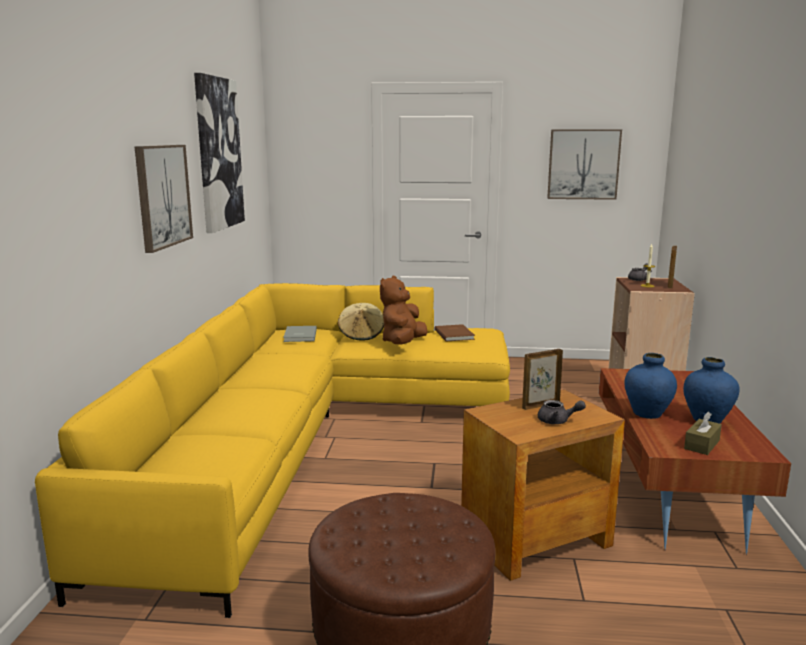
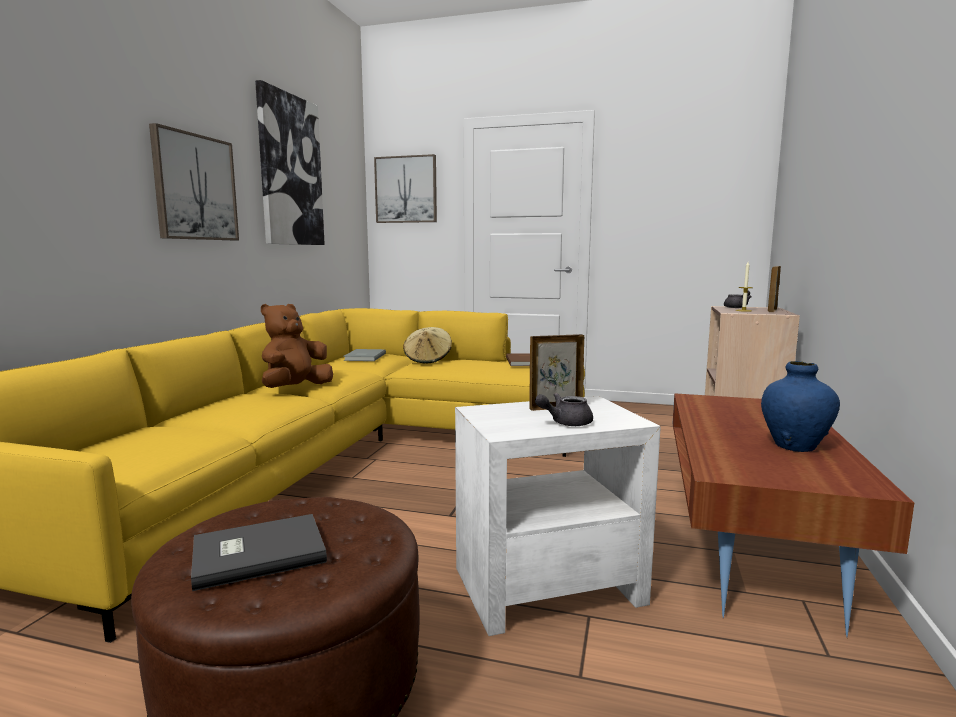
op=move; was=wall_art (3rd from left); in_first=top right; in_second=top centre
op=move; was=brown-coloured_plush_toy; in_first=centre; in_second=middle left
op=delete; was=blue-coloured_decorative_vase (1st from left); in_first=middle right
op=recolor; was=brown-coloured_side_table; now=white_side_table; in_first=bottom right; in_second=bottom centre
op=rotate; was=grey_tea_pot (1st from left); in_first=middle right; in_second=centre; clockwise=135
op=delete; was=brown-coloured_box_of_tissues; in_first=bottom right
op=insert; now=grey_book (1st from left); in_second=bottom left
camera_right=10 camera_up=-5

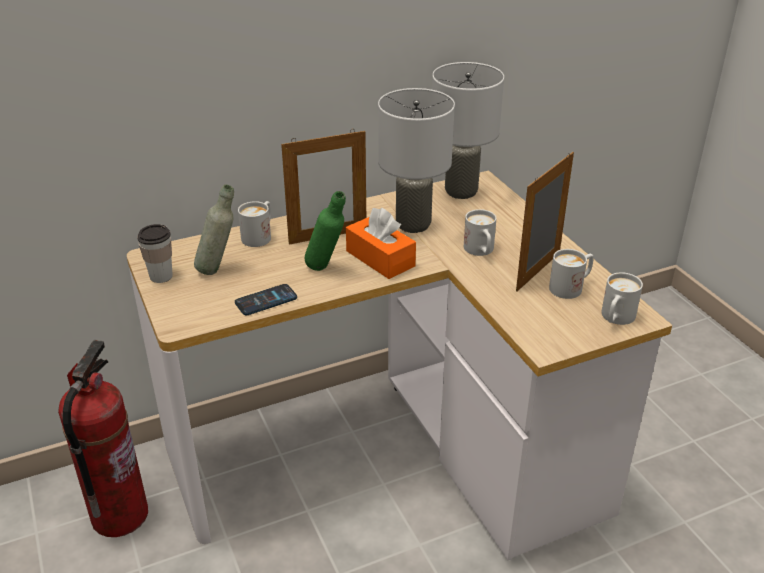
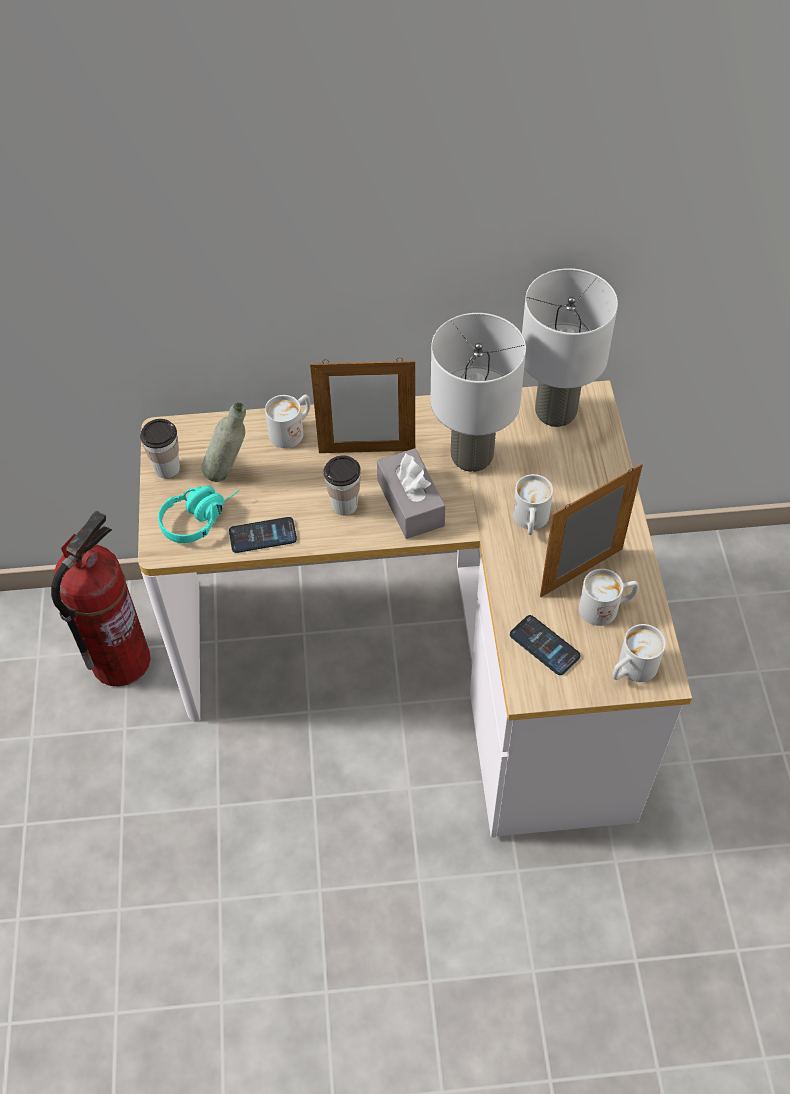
op=replace; was=green_beverage_bottle; now=small_cup (2nd from left); in_first=centre; in_second=centre
op=recolor; was=orange_box_of_tissues; now=grey_box_of_tissues; in_first=centre; in_second=centre
op=insert; now=blue-green_headset; in_second=middle left
op=insert; now=phone (2nd from left); in_second=middle right
camera_right=20 camera_up=20

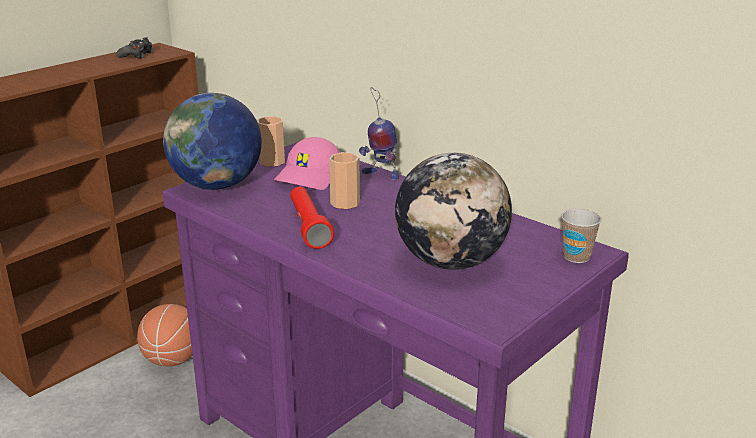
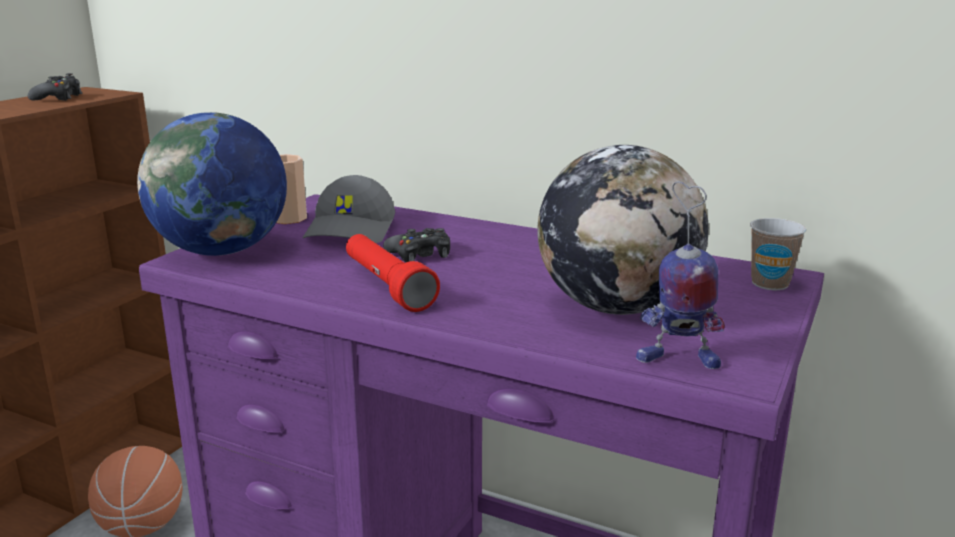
op=move; was=robot_figure; in_first=top centre; in_second=middle right
op=recolor; was=pink-coloured_peaked_cap; now=grey_peaked_cap; in_first=centre; in_second=centre
op=replace; was=small_cup (2nd from left); now=black_joypad (2nd from left); in_first=centre; in_second=centre
camera_right=-15 camera_up=-5

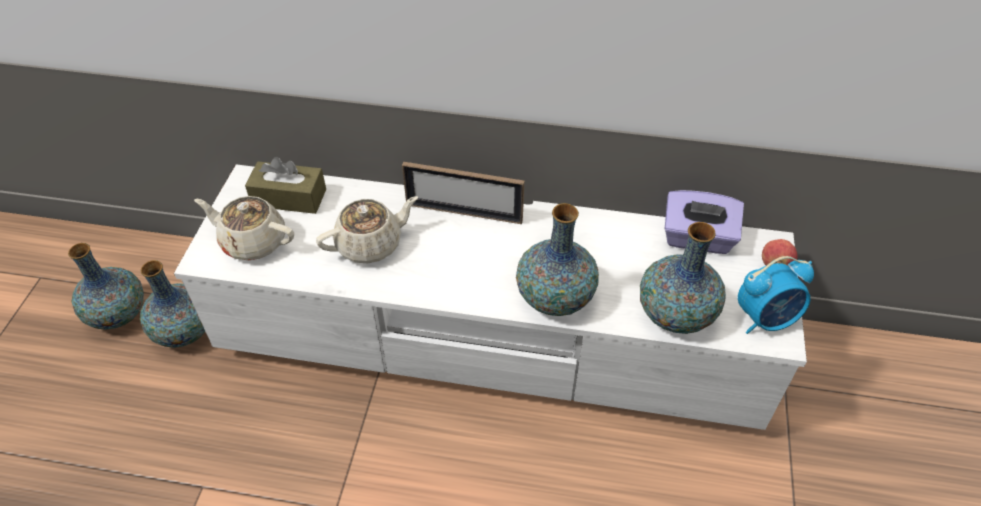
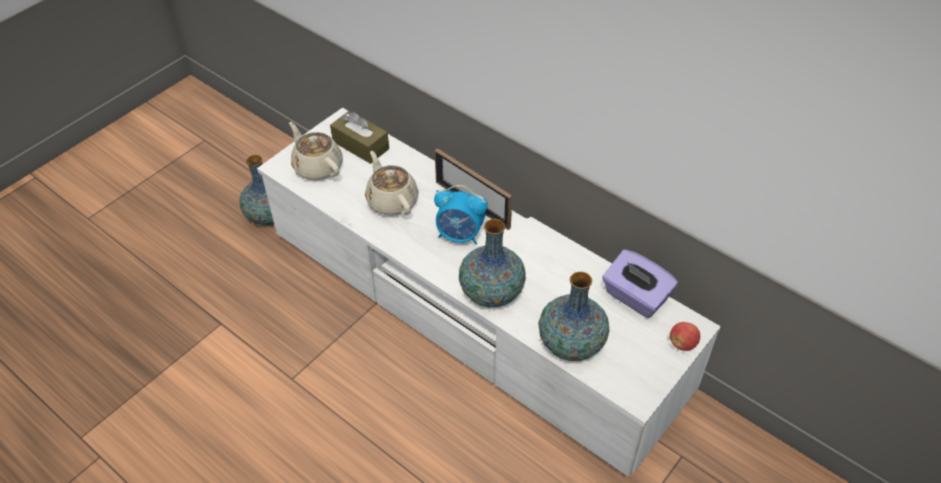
op=rotate; was=sand-coloured_tea_pot (2nd from left); in_first=centre; in_second=centre; clockwise=-120
op=delete; was=decorative_vase (1st from left); in_first=middle left
op=move; was=table_clock; in_first=middle right; in_second=centre
camera_right=30 camera_up=0

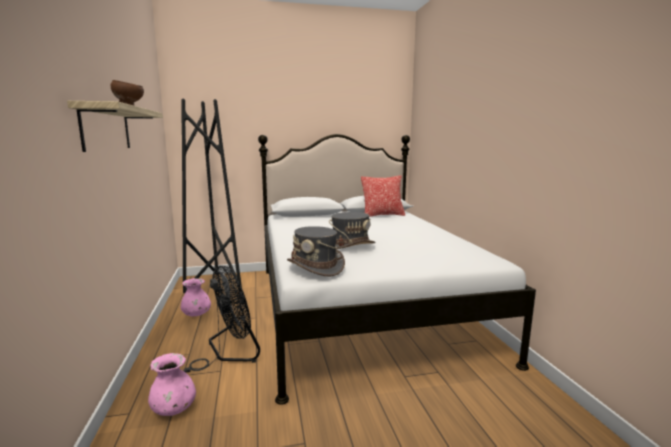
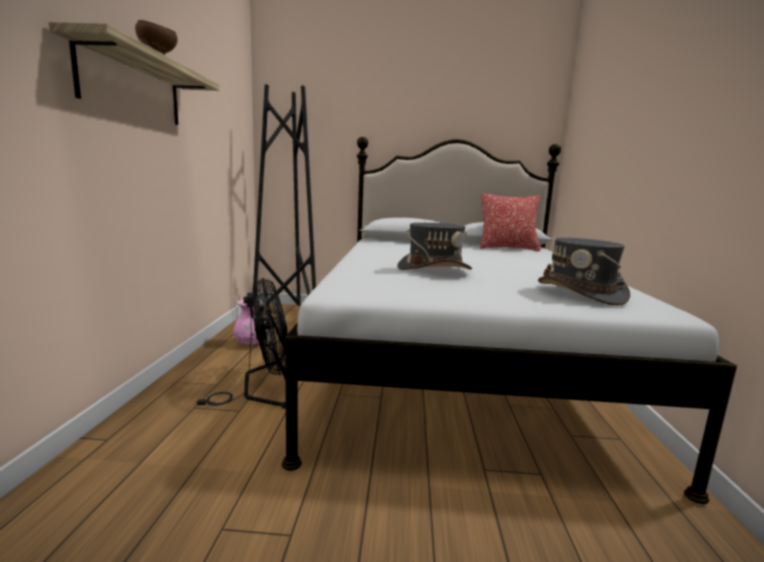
op=move; was=grey_clothing_hat (1st from left in the first image); now=grey_clothing_hat (2nd from left); in_first=centre; in_second=middle right
op=delete; was=pink-coloured_decorative_vase (1st from left); in_first=bottom left
camera_right=15 camera_up=0

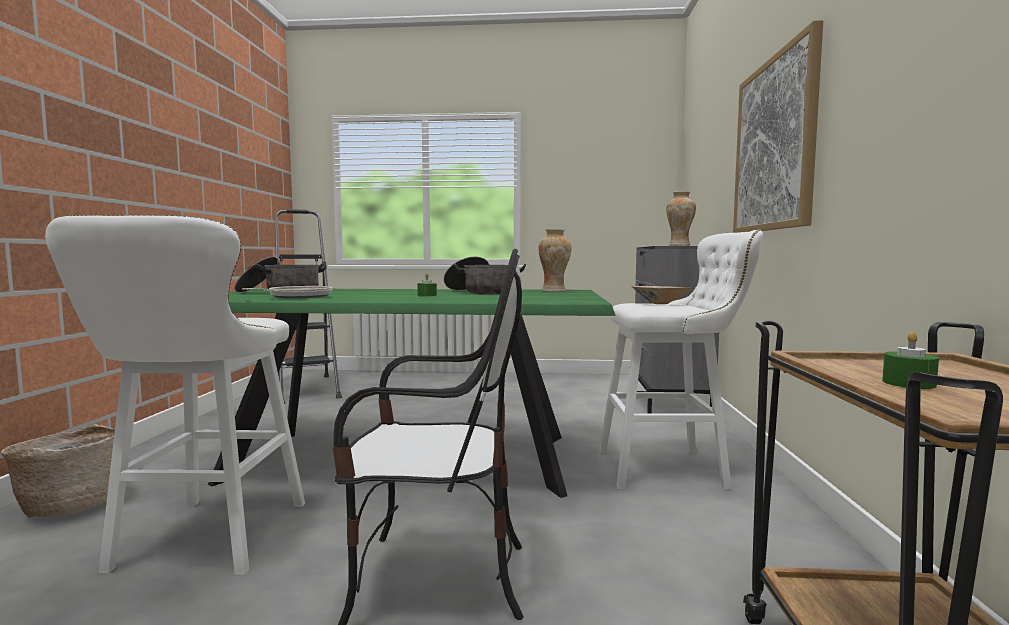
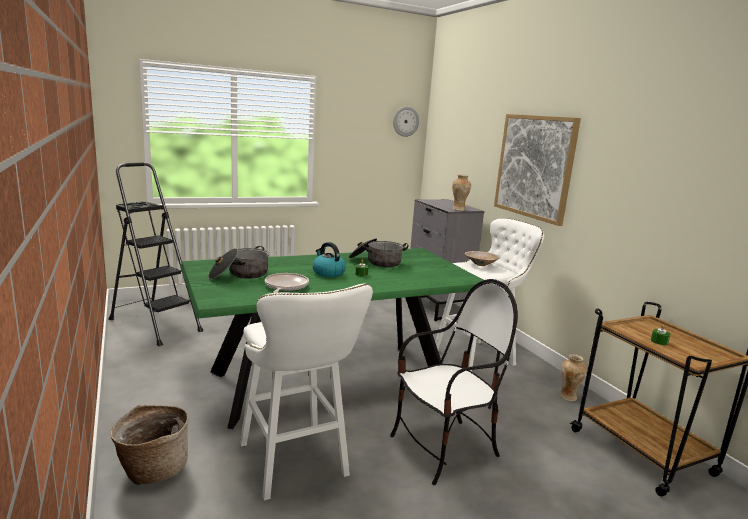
op=move; was=decorative_vase (1st from left in the first image); now=decorative_vase (2nd from left); in_first=centre; in_second=bottom right
op=insert; now=hanging_clock; in_second=top centre
op=insert; now=kettle; in_second=centre
camera_right=-30 camera_up=10

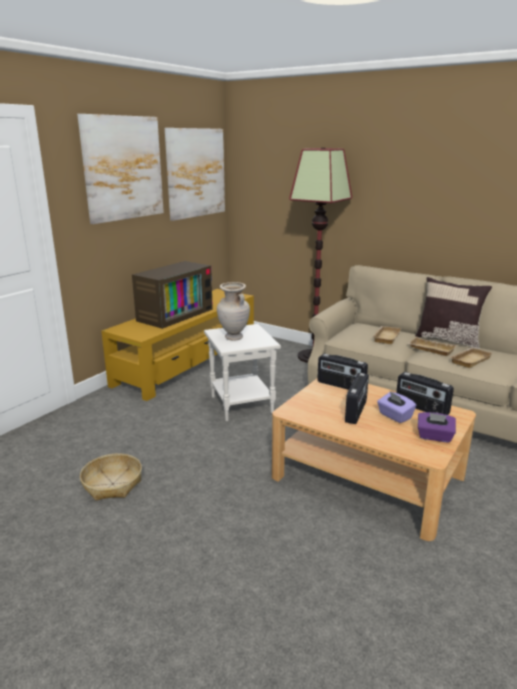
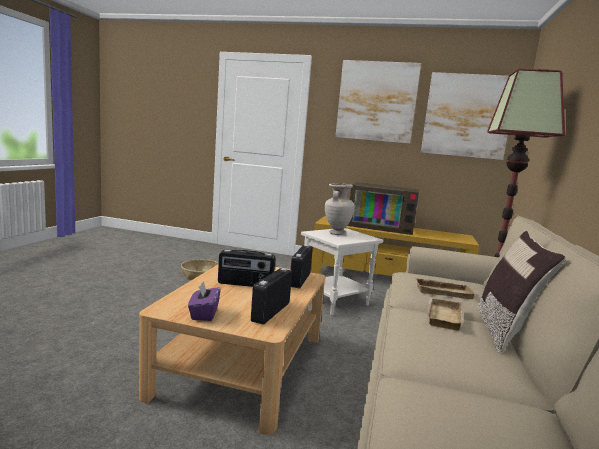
op=delete; was=sand-coloured_carrying_tray (3rd from left); in_first=middle right
op=delete; was=purple_box_of_tissues (1st from left); in_first=middle right
camera_right=70 camera_up=-10

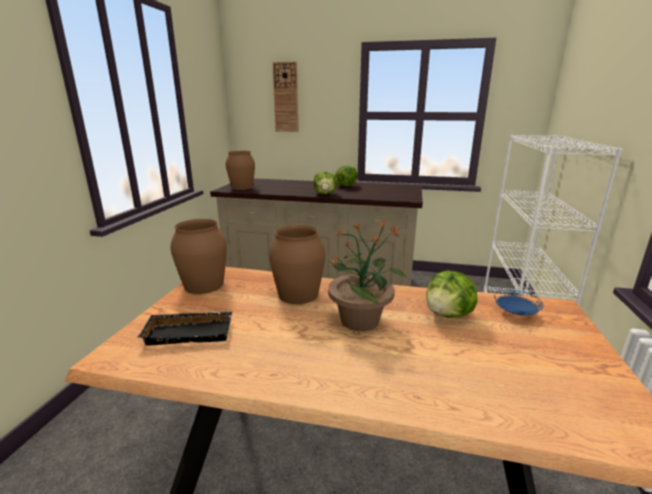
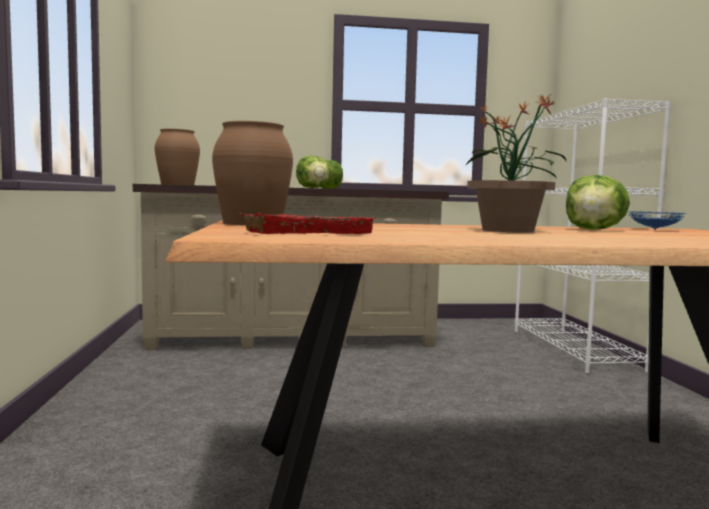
op=delete; was=hanging_clock; in_first=top centre
op=delete; was=brown-coloured_decorative_vase (3rd from left); in_first=centre
op=recolor; was=black_carrying_tray; now=red-coloured_carrying_tray; in_first=middle left; in_second=centre
camera_right=-20 camera_up=-15

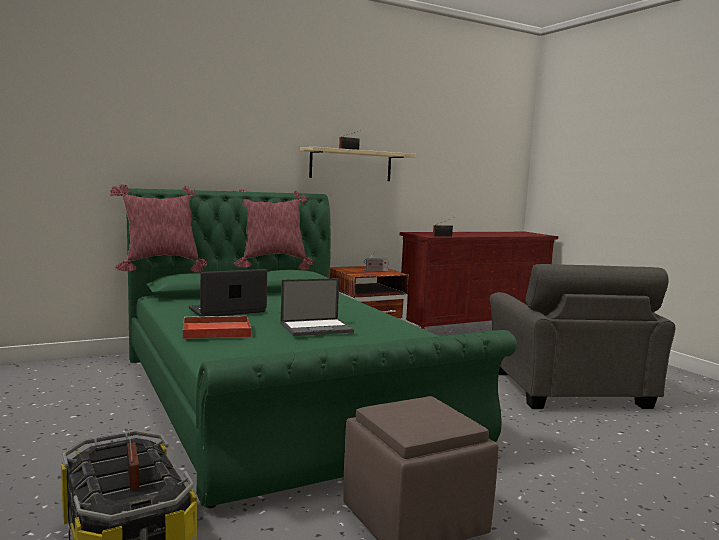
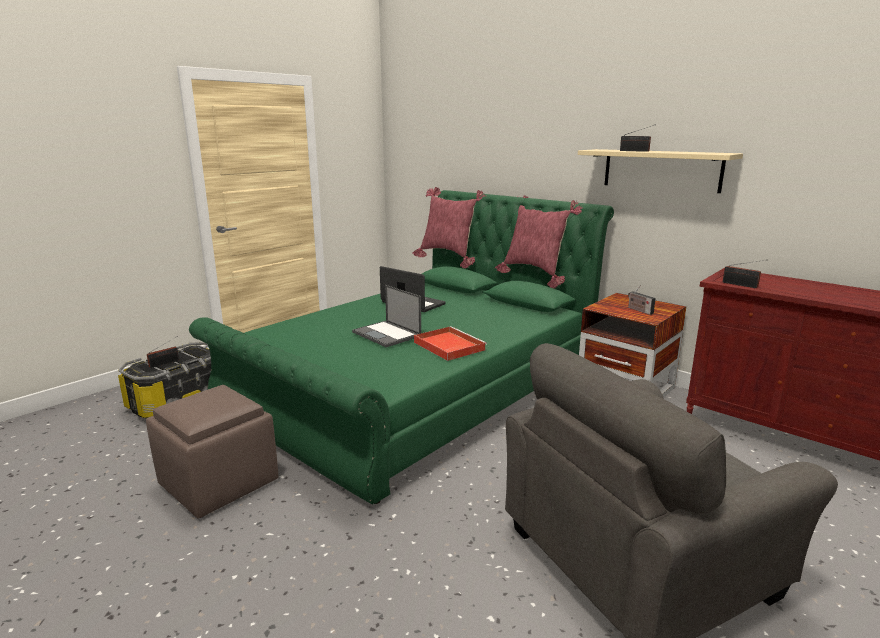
op=move; was=red-coloured_carrying_tray; in_first=middle left; in_second=centre
camera_right=70 camera_up=10

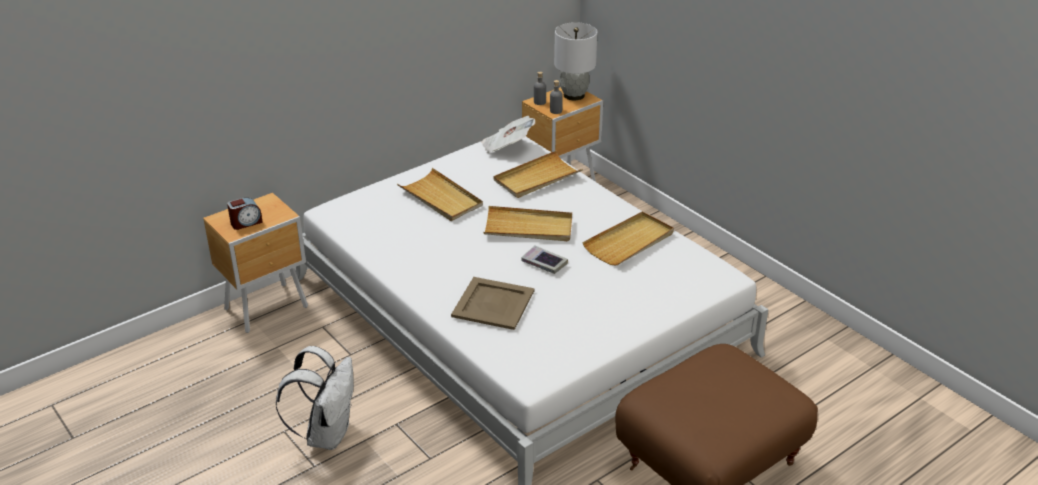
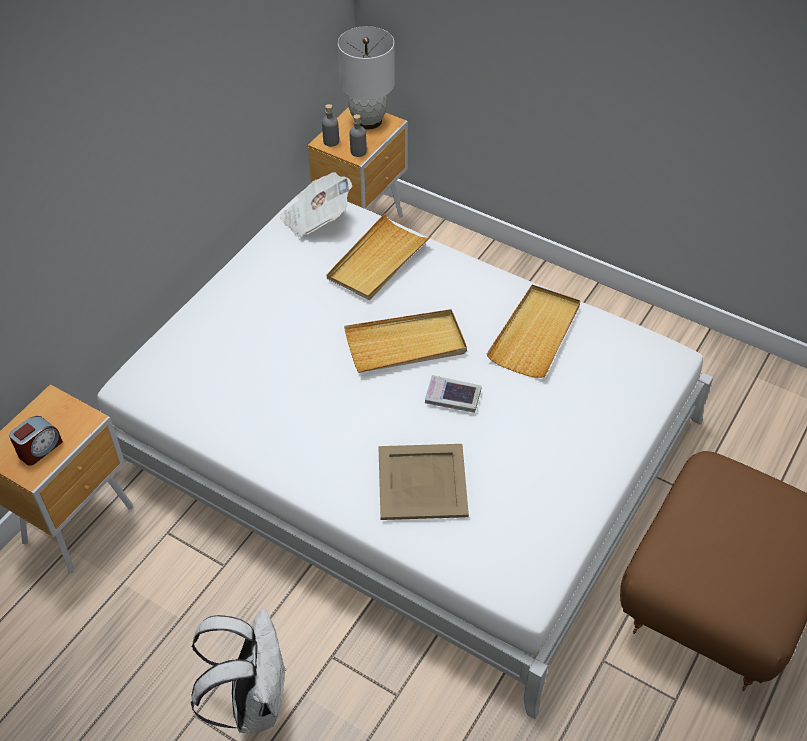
op=delete; was=sand-coloured_carrying_tray (1st from left); in_first=centre
camera_right=-20 camera_up=15

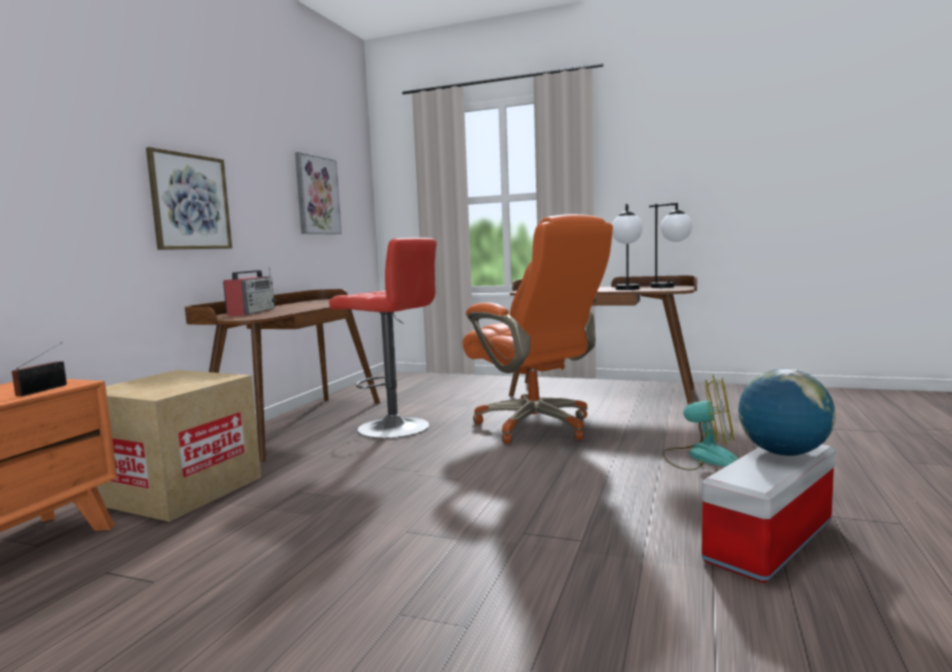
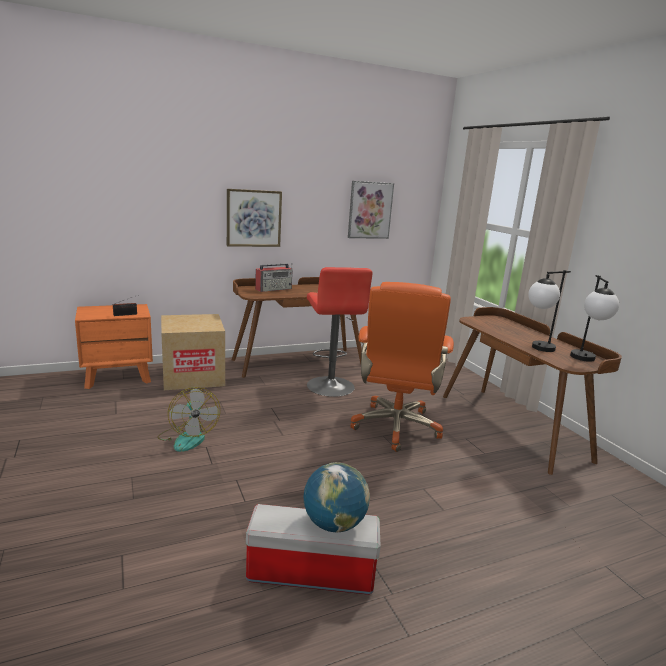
op=move; was=electric_fan; in_first=middle right; in_second=middle left
camera_right=45 camera_up=10

